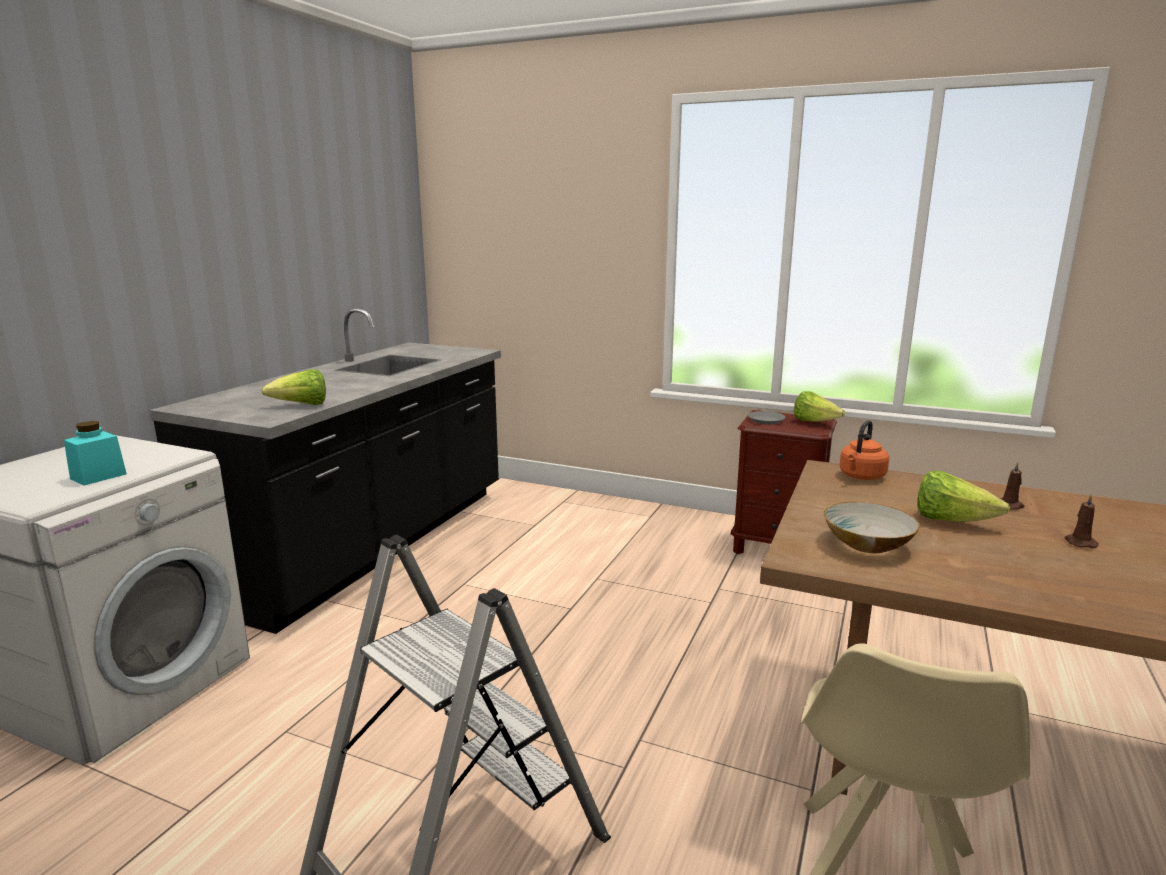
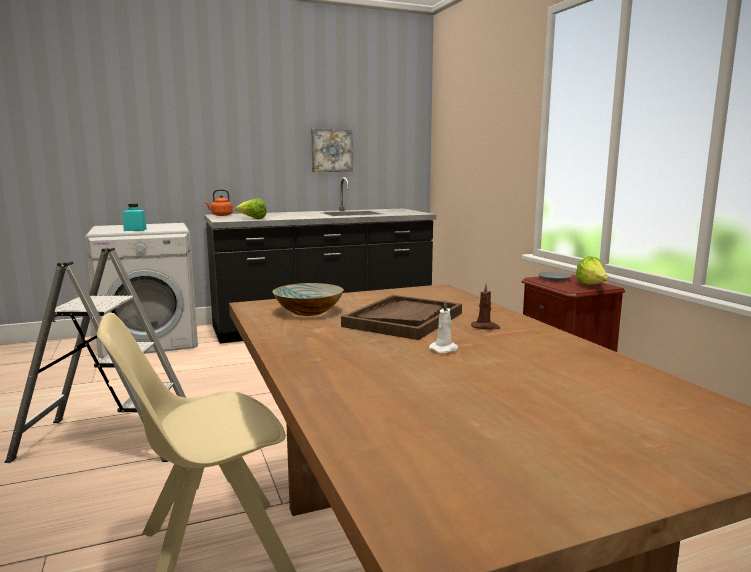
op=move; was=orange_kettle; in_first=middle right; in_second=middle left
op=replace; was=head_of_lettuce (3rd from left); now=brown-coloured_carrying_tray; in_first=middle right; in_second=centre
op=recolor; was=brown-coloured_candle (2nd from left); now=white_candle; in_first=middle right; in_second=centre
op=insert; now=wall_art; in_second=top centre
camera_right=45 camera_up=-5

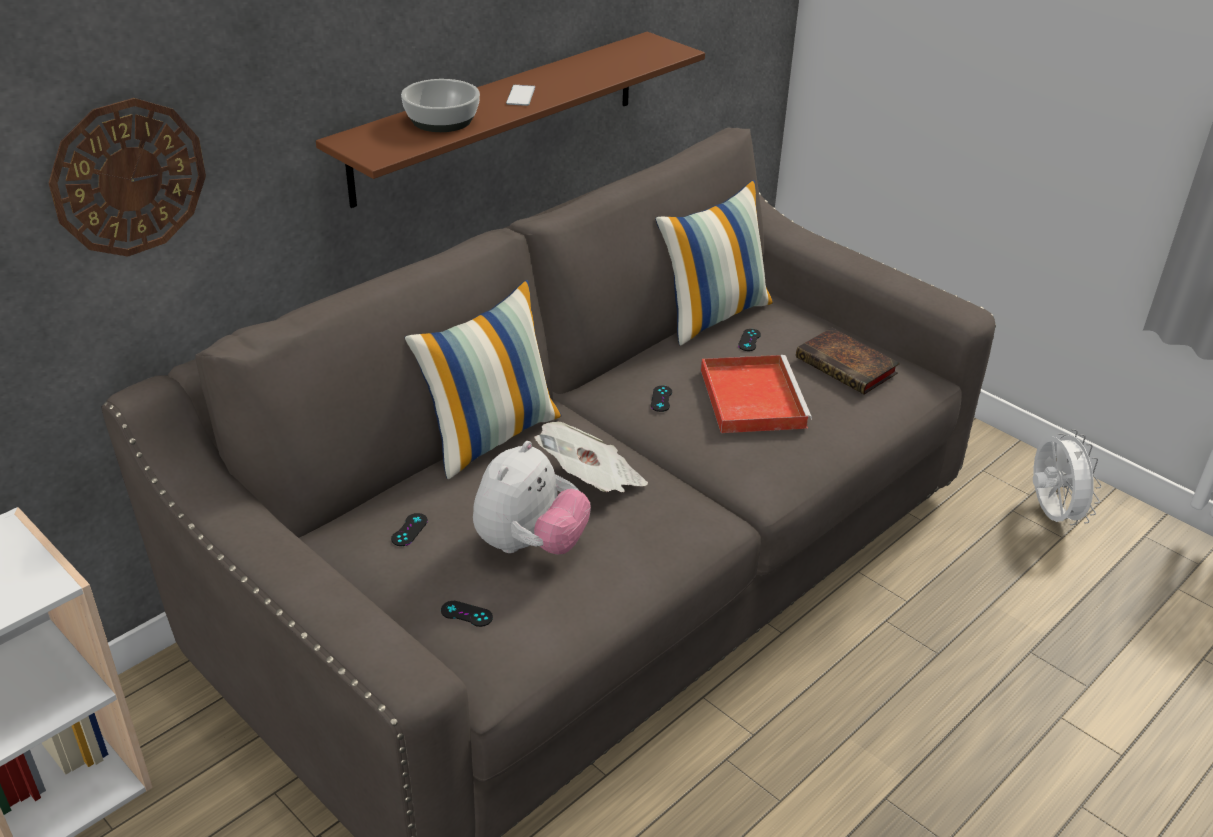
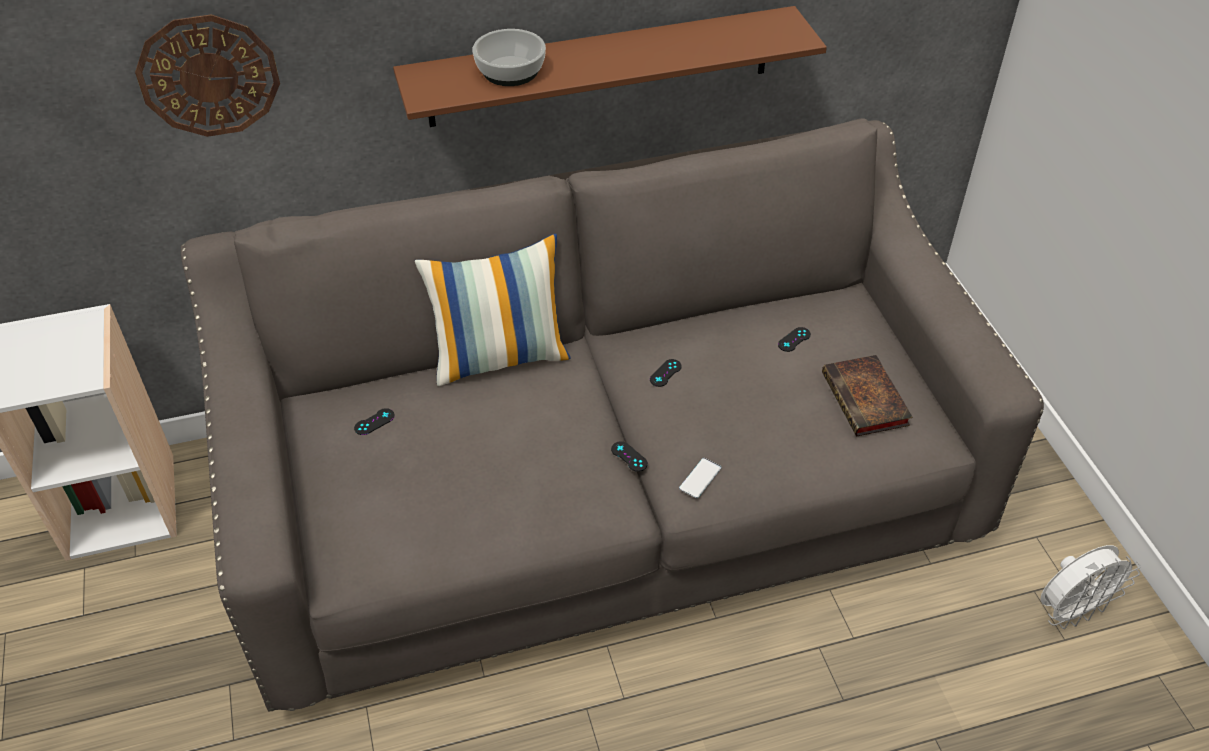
op=move; was=phone; in_first=top centre; in_second=centre
op=delete; was=throw_pillow (2nd from left); in_first=top centre
op=delete; was=red-coloured_carrying_tray; in_first=centre
op=delete; was=newspaper; in_first=centre
op=rotate; was=white_electric_fan; in_first=middle right; in_second=bottom right; clockwise=45
op=delete; was=plush_toy; in_first=centre
op=move; was=black_joypad (2nd from left); in_first=bottom centre; in_second=centre
camera_right=30 camera_up=10

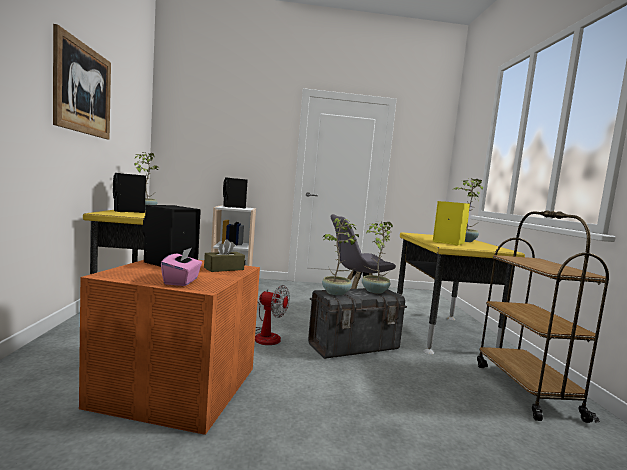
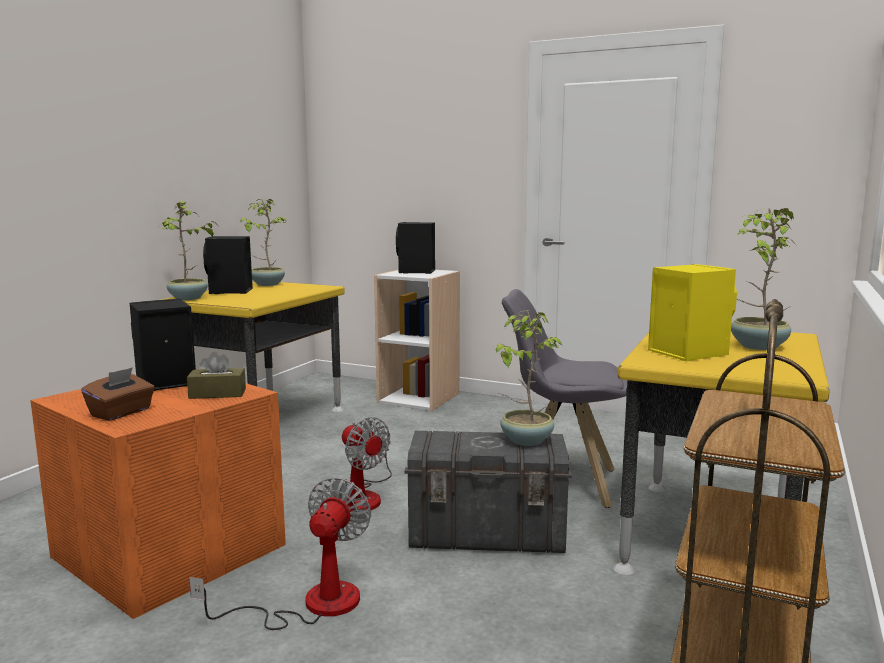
op=delete; was=wall_art; in_first=top left
op=move; was=houseplant (2nd from left in the first image); now=houseplant (1st from left); in_first=centre; in_second=middle left
op=recolor; was=pink-coloured_box_of_tissues; now=brown-coloured_box_of_tissues (1st from left); in_first=middle left; in_second=middle left
op=insert; now=electric_fan (1st from left); in_second=bottom left
camera_right=30 camera_up=5

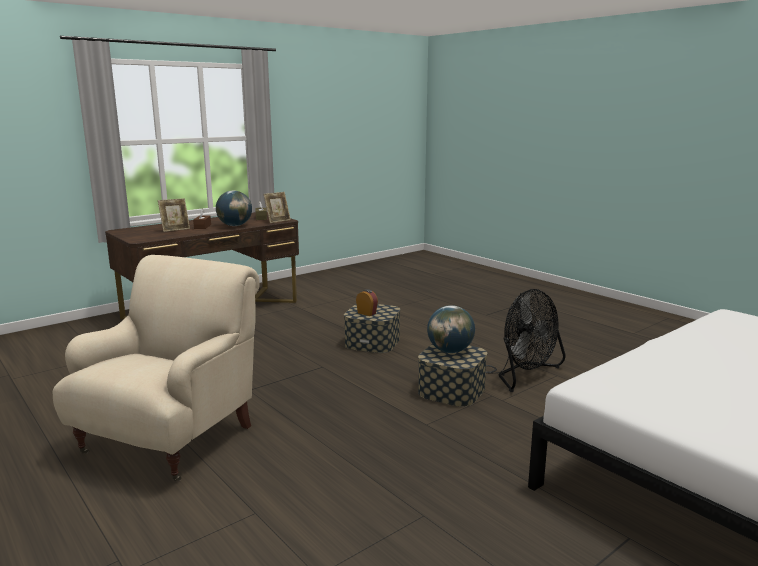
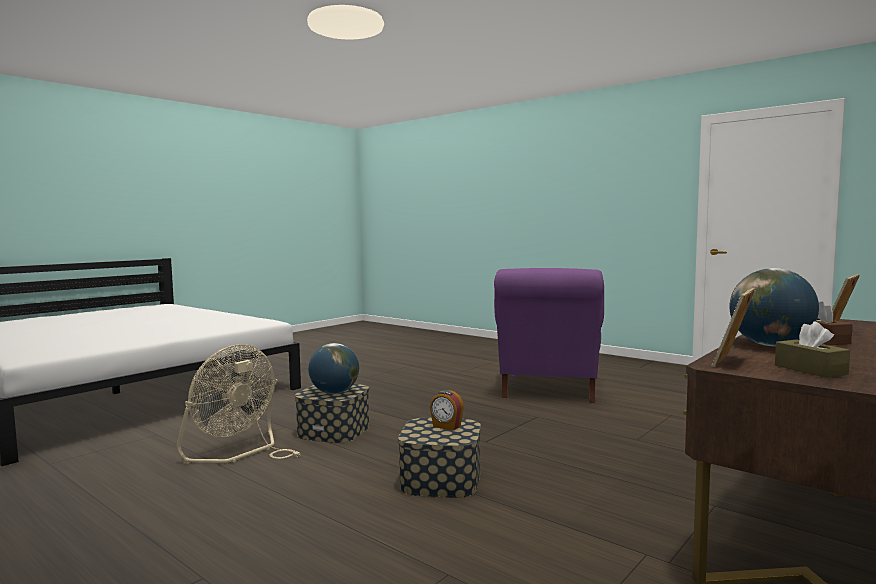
op=recolor; was=sand-coloured_easy_chair; now=purple_easy_chair; in_first=middle left; in_second=centre
op=recolor; was=black_electric_fan; now=sand-coloured_electric_fan; in_first=middle right; in_second=bottom left
camera_right=170 camera_up=-10

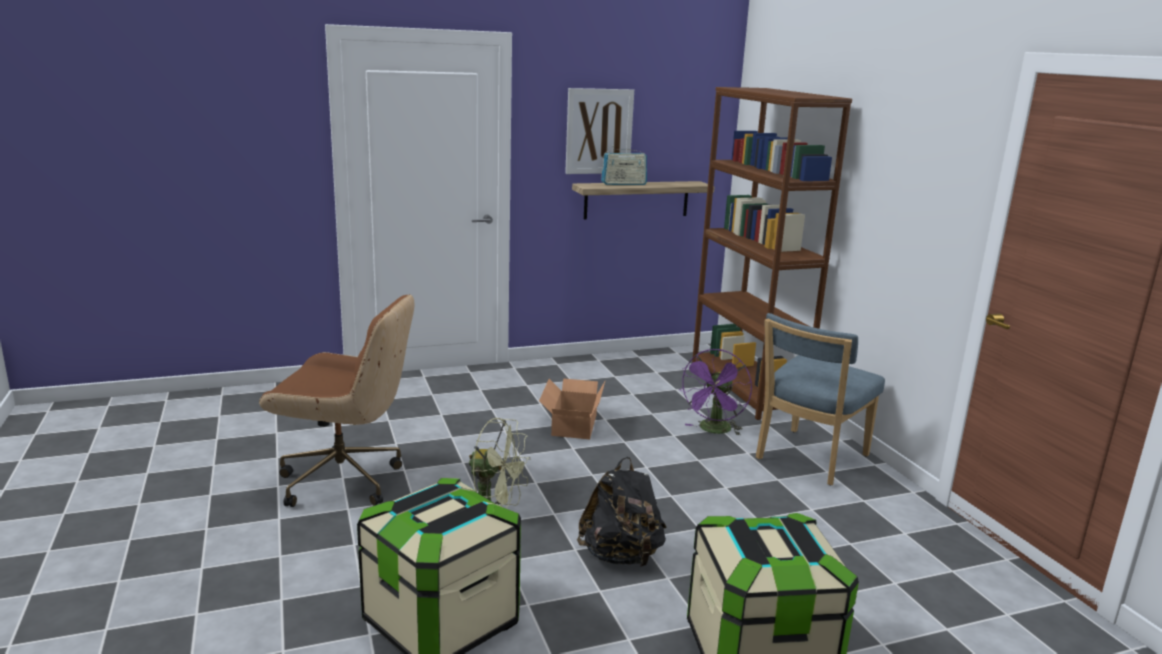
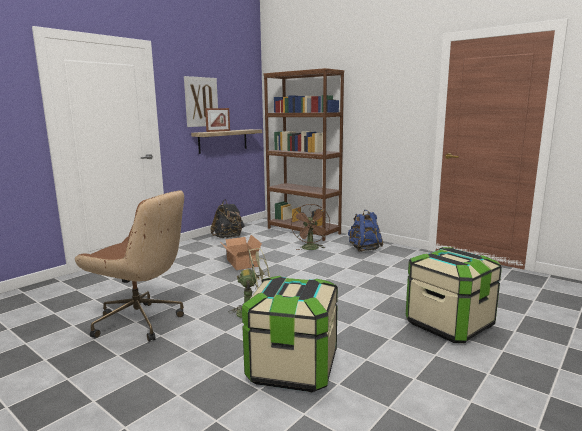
op=replace; was=radio; now=picture_frame; in_first=top centre; in_second=top centre
op=rotate; was=brown-coloured_computer_chair; in_first=middle left; in_second=middle left; clockwise=45
op=replace; was=blue-coloured_plain_chair; now=blue-coloured_backpack; in_first=middle right; in_second=centre
op=recolor; was=purple_electric_fan; now=brown-coloured_electric_fan; in_first=centre; in_second=centre
op=move; was=black_backpack; in_first=bottom centre; in_second=centre
camera_right=-30 camera_up=-5

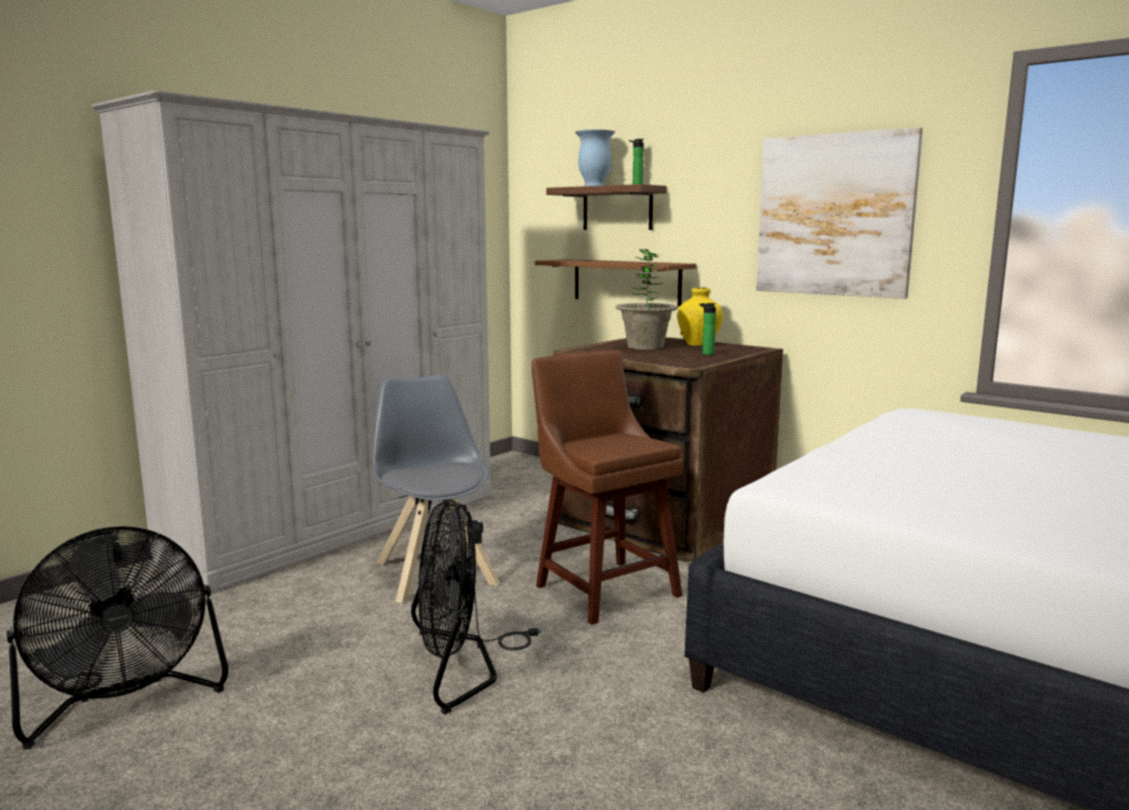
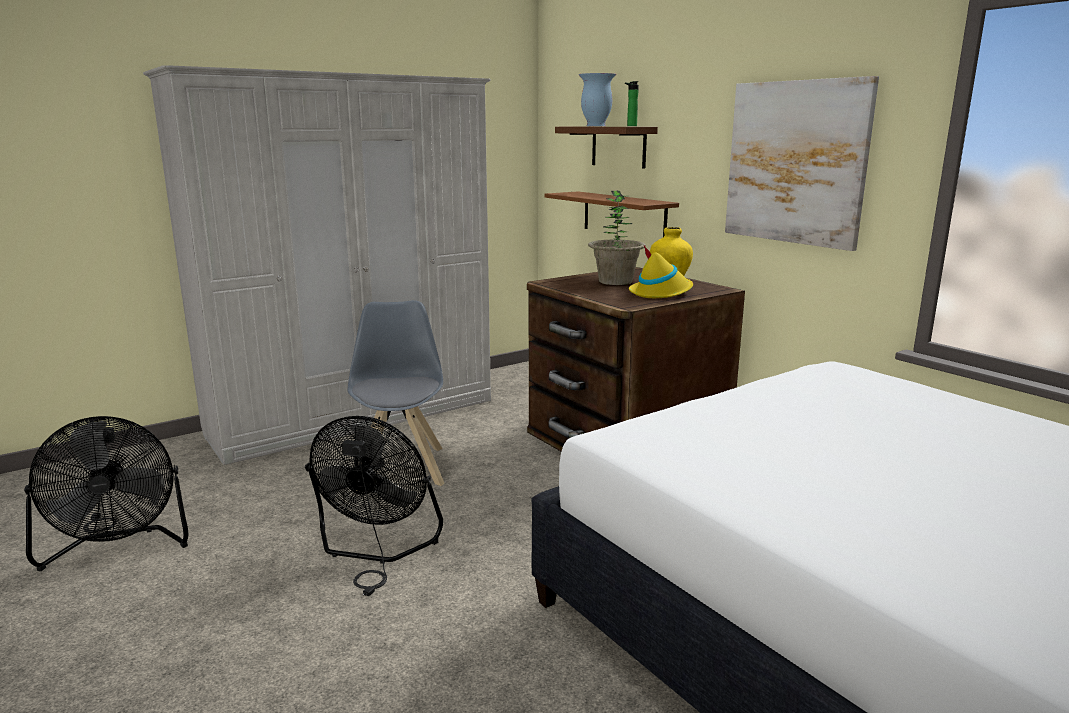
op=replace; was=beverage_bottle (2nd from left); now=yellow_clothing_hat; in_first=centre; in_second=centre
op=delete; was=brown-coloured_plain_chair; in_first=centre
op=rotate; was=black_electric_fan (2nd from left); in_first=bottom centre; in_second=bottom centre; clockwise=105
camera_right=15 camera_up=5

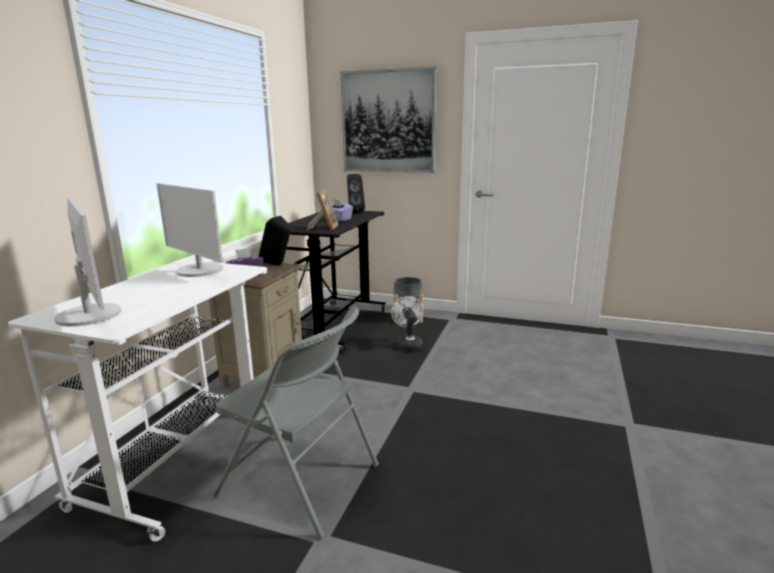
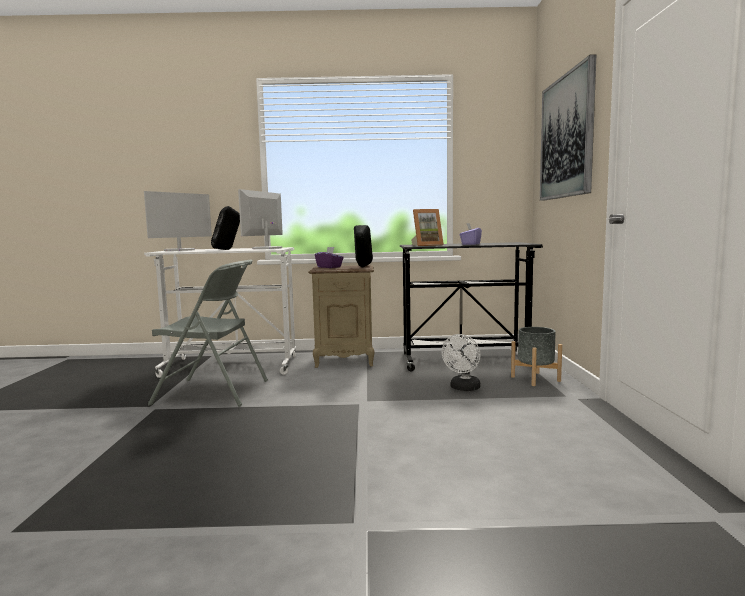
op=move; was=black_speaker (2nd from left in the first image); now=black_speaker (1st from left); in_first=centre; in_second=middle left
op=rotate; was=white_electric_fan; in_first=centre; in_second=centre; clockwise=150
op=rotate; was=grey_plain_chair; in_first=bottom centre; in_second=middle left; clockwise=-90
camera_right=70 camera_up=-10

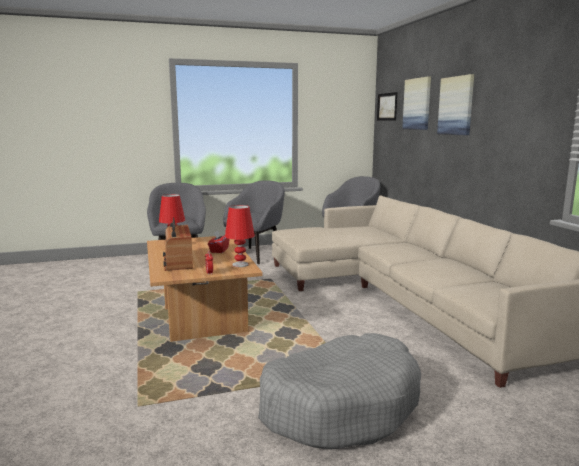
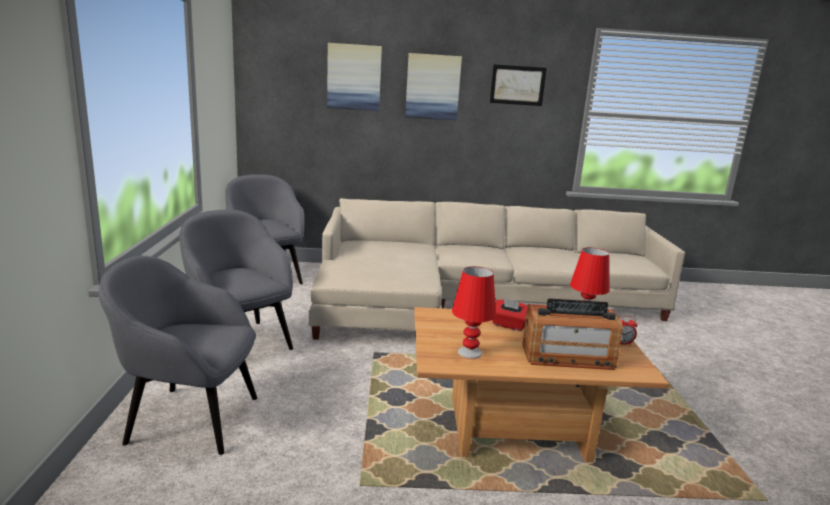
op=move; was=wall_art (1st from left in the first image); now=wall_art (3rd from left); in_first=top right; in_second=top centre
op=delete; was=grey_dog_bed; in_first=bottom centre
camera_right=-75 camera_up=5

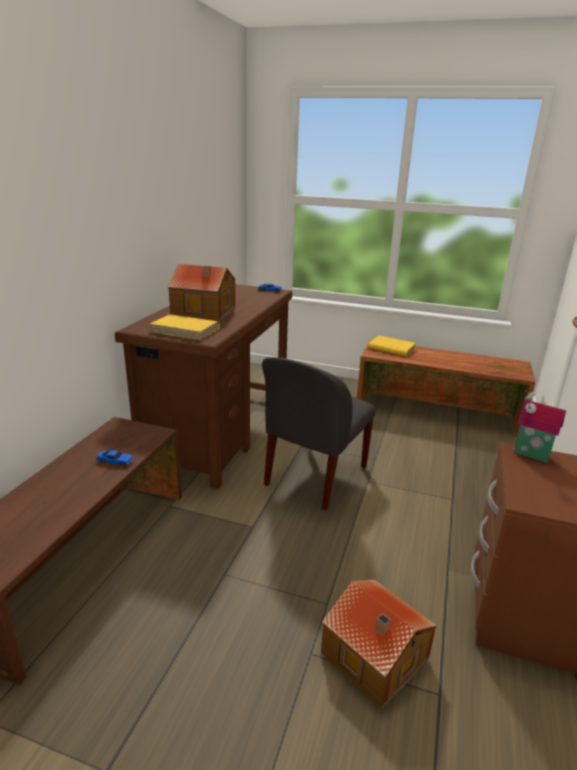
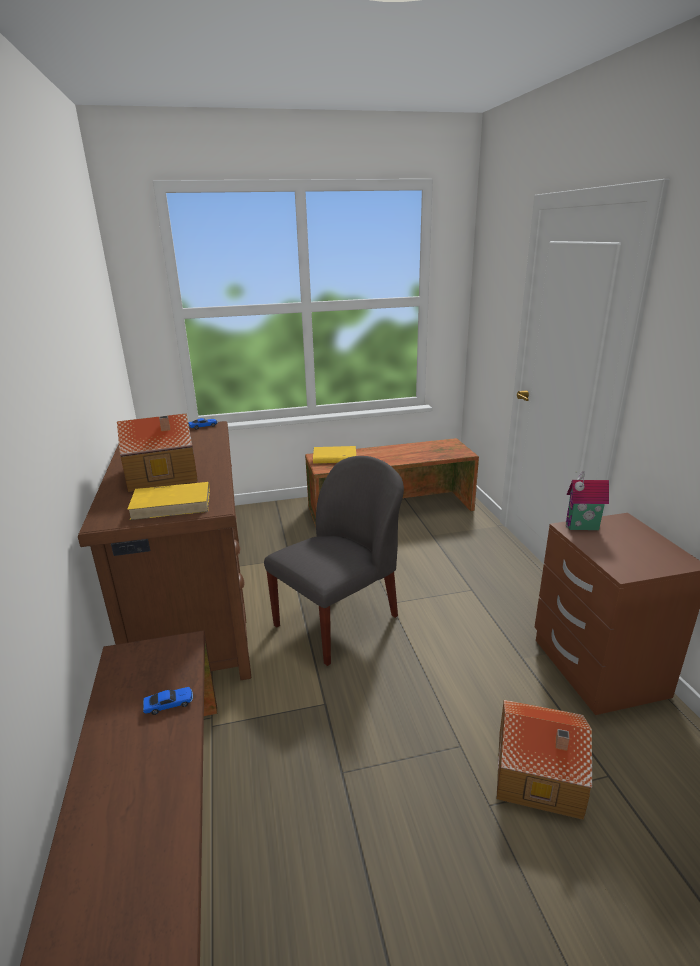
op=rotate; was=grey_plain_chair; in_first=centre; in_second=centre; clockwise=-135
camera_right=-30 camera_up=0

